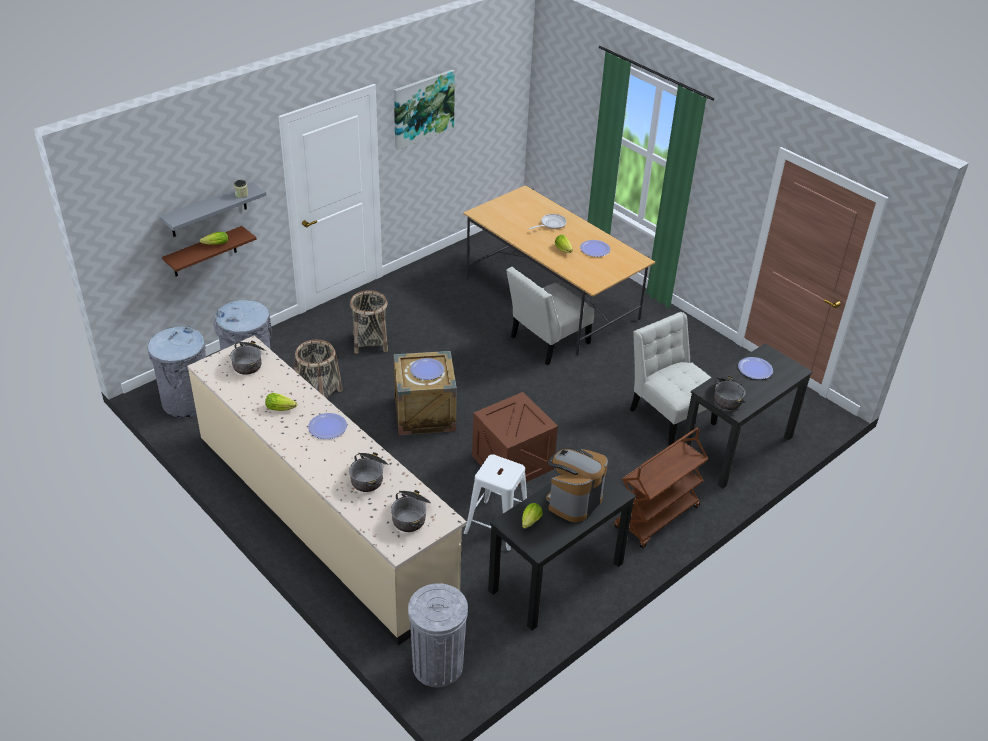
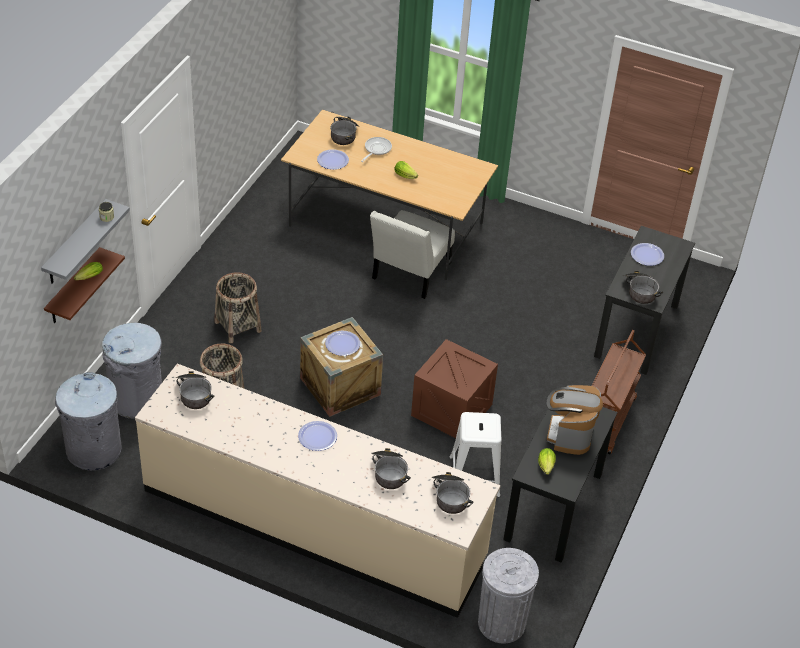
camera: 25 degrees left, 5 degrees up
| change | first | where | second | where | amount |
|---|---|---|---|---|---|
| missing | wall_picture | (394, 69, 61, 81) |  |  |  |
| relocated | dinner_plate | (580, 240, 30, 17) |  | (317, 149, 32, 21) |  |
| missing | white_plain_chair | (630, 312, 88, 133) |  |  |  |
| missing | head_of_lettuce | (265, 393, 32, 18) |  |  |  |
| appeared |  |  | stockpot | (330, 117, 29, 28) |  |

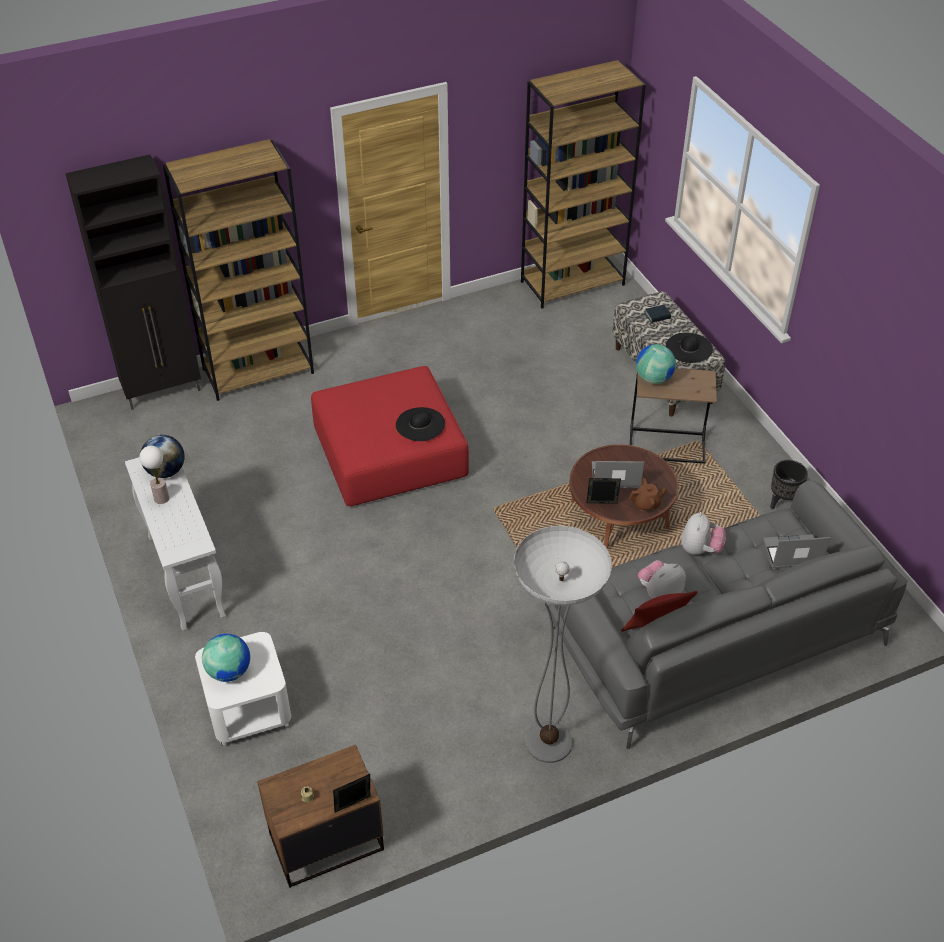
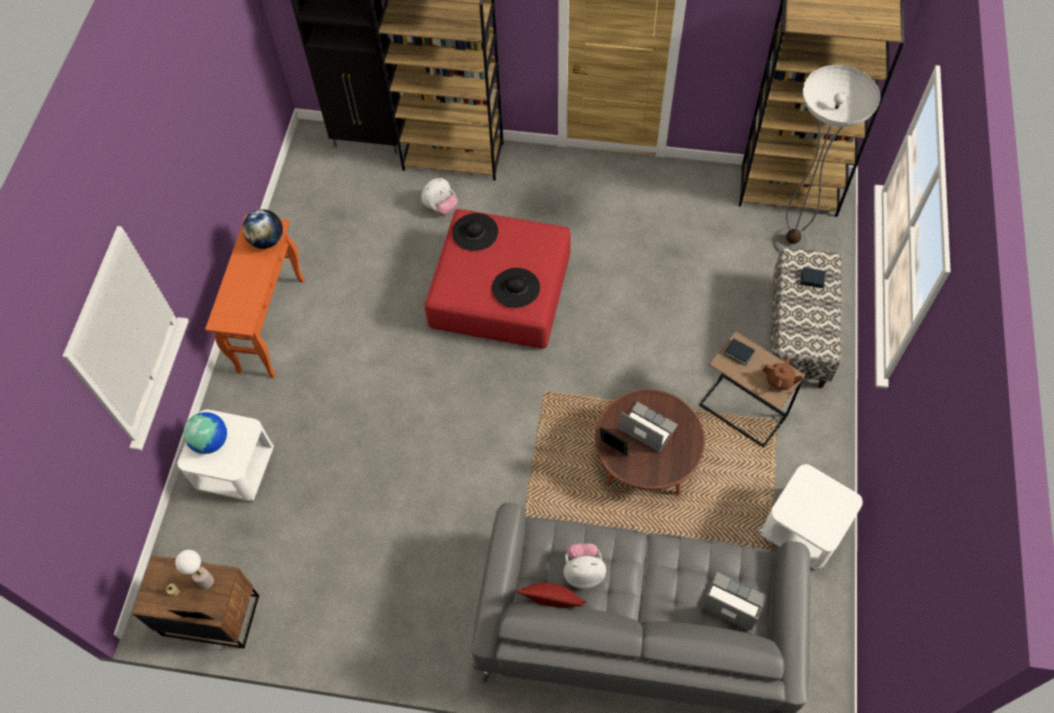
camera: 35 degrees right, 15 degrees up
| change | first | where | second | where | amount |
|---|---|---|---|---|---|
| relocated | black-coloured_clothing_hat | (666, 332, 47, 31) |  | (452, 213, 46, 38) |  |
| exchanged | globe | (636, 344, 40, 40) | volume | (724, 339, 31, 27) |  |
| relocated | table_lamp | (139, 446, 30, 58) |  | (175, 550, 39, 39) |  |
| colour | white_narrow_table | (125, 457, 101, 174) | orange-coloured_narrow_table | (205, 215, 100, 163) |  |
| exchanged | black-coloured_planter | (770, 460, 38, 49) | white_end_table | (759, 464, 104, 106) |  |
| relocated | brownish_pot_for_tea | (629, 478, 39, 33) |  | (763, 357, 40, 33) |  |
| relocated | soft_toy | (681, 512, 45, 43) |  | (421, 178, 37, 36) |  |
| relocated | floor_lamp | (514, 526, 98, 237) |  | (773, 65, 107, 188) |  |

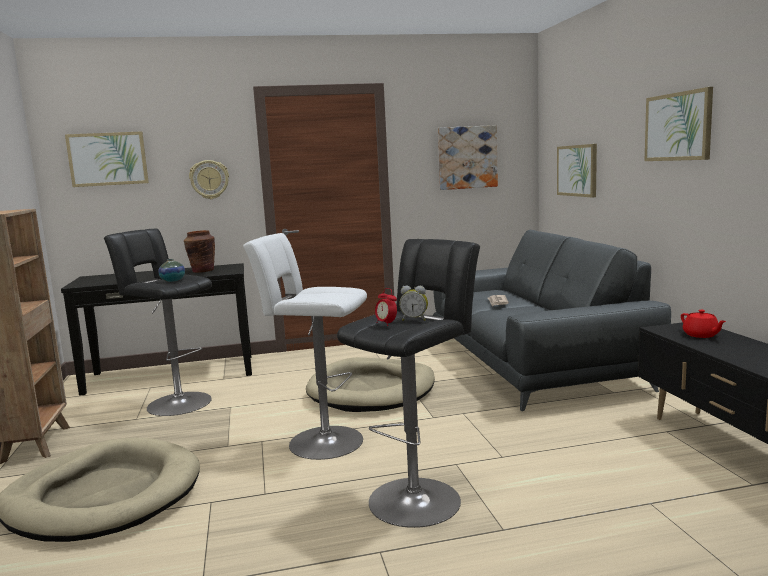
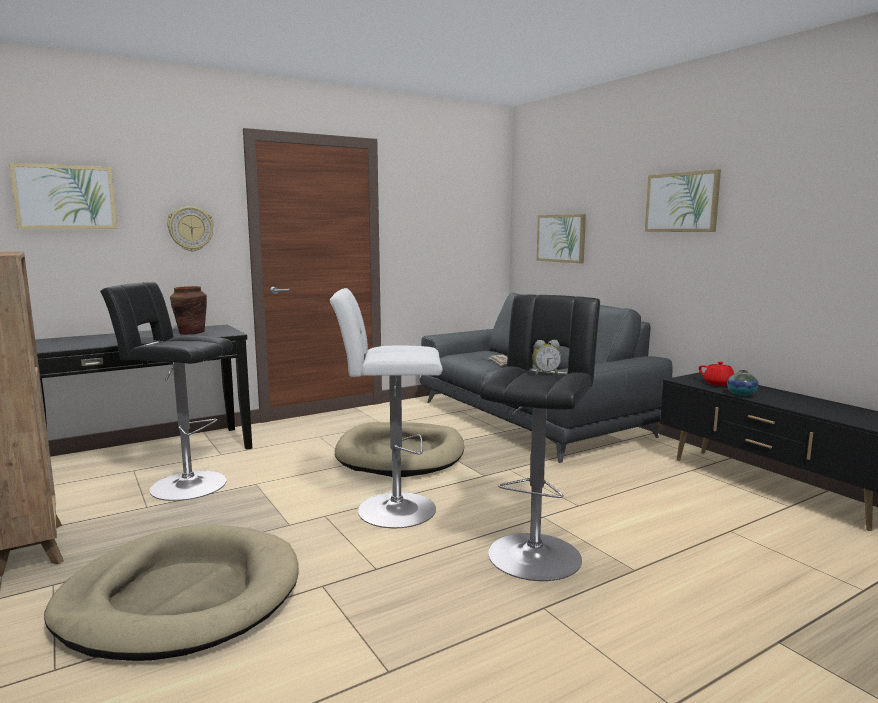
camera: 20 degrees left, 0 degrees up
| change | first | where | second | where | amount |
|---|---|---|---|---|---|
| missing | wall_picture | (438, 125, 60, 65) |  |  |  |
| relocated | flower_vase | (158, 259, 27, 23) |  | (727, 370, 31, 26) |  |
| missing | bedside_clock | (375, 288, 22, 38) |  |  |  |

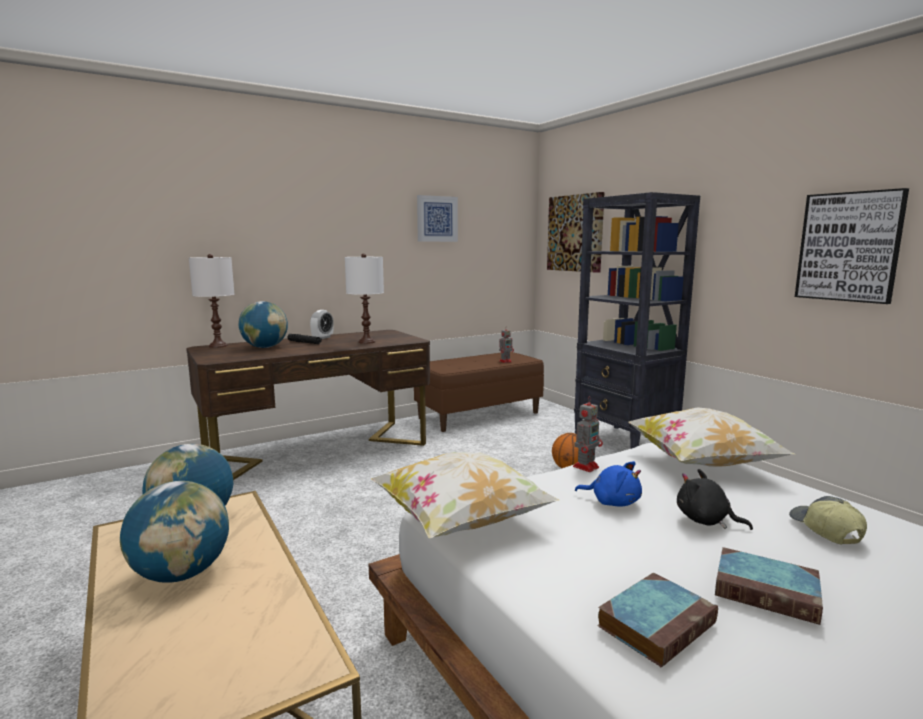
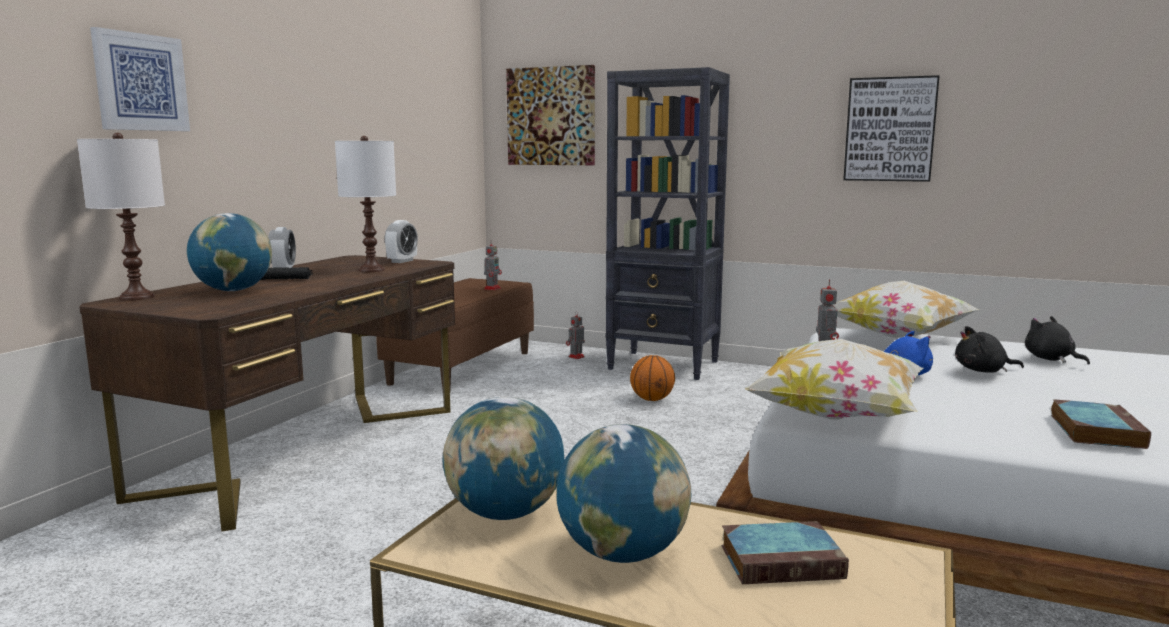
camera: 35 degrees left, 0 degrees up
| change | first | where | second | where | amount |
|---|---|---|---|---|---|
| relocated | wall_picture | (417, 195, 41, 47) |  | (90, 27, 100, 104) |  |
| exchanged | cap | (789, 496, 78, 49) | black-coloured_soft_toy | (1025, 316, 65, 49) |  |
| relocated | volume | (715, 547, 108, 78) |  | (721, 521, 128, 63) |  |
| appeared |  |  | bedside_clock | (385, 220, 33, 43) |  |
| appeared |  |  | model_robot | (566, 311, 19, 48) |  |

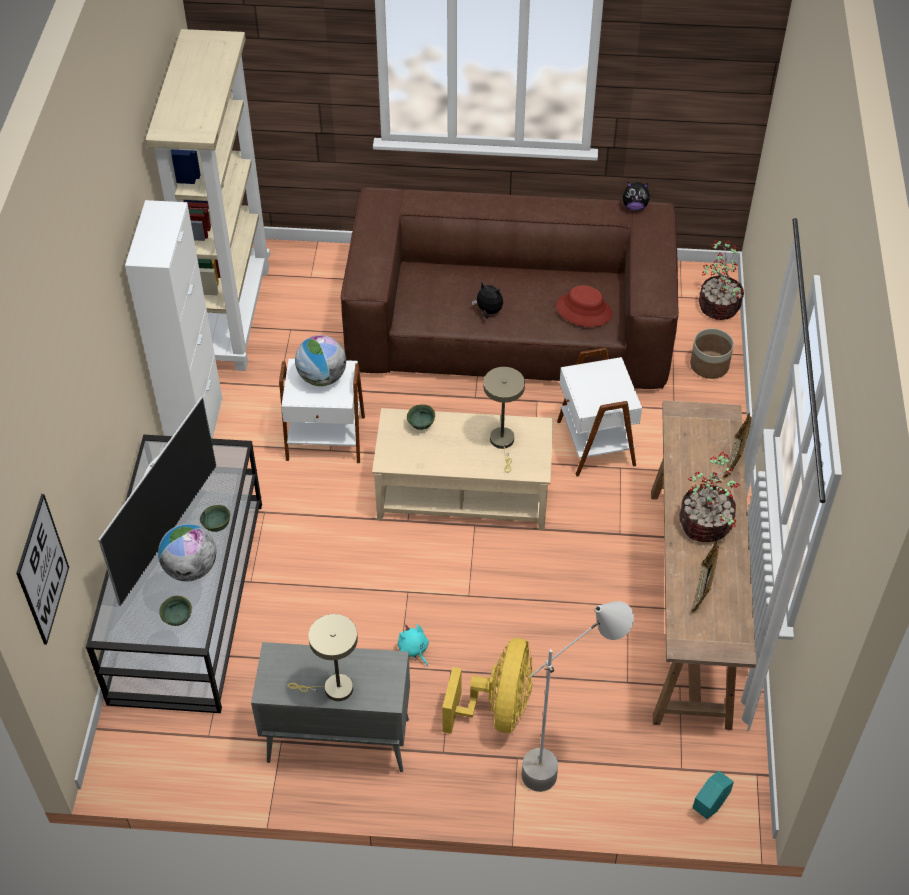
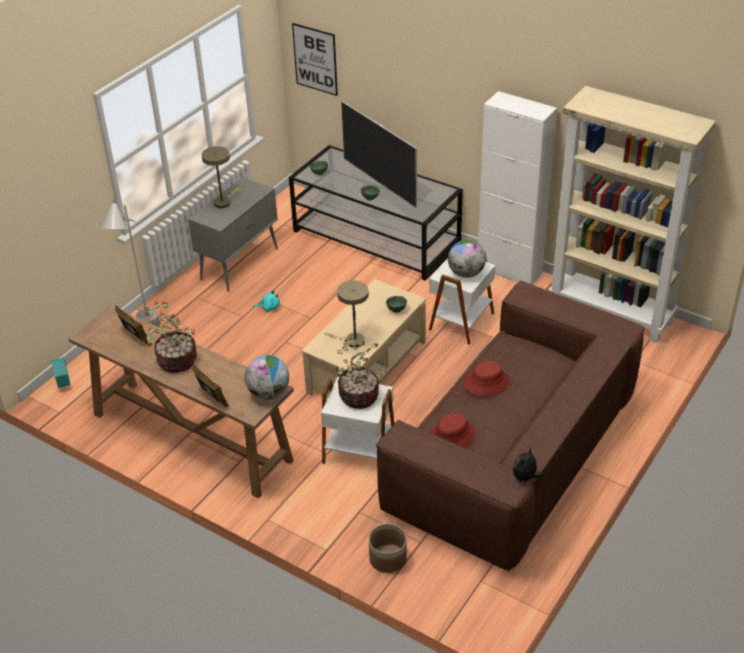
camera: 120 degrees right, 10 degrees down
| change | first | where | second | where | amount |
|---|---|---|---|---|---|
| relocated | potted_plant | (699, 240, 45, 80) |  | (336, 337, 52, 72) |  |
| exchanged | soft_toy | (472, 283, 31, 36) | red_clothing_hat | (464, 361, 46, 36) |  |
| relocated | globe | (158, 524, 58, 57) |  | (245, 355, 44, 44) |  |
| missing | yellow_electric_fan | (442, 638, 91, 96) |  |  |  |

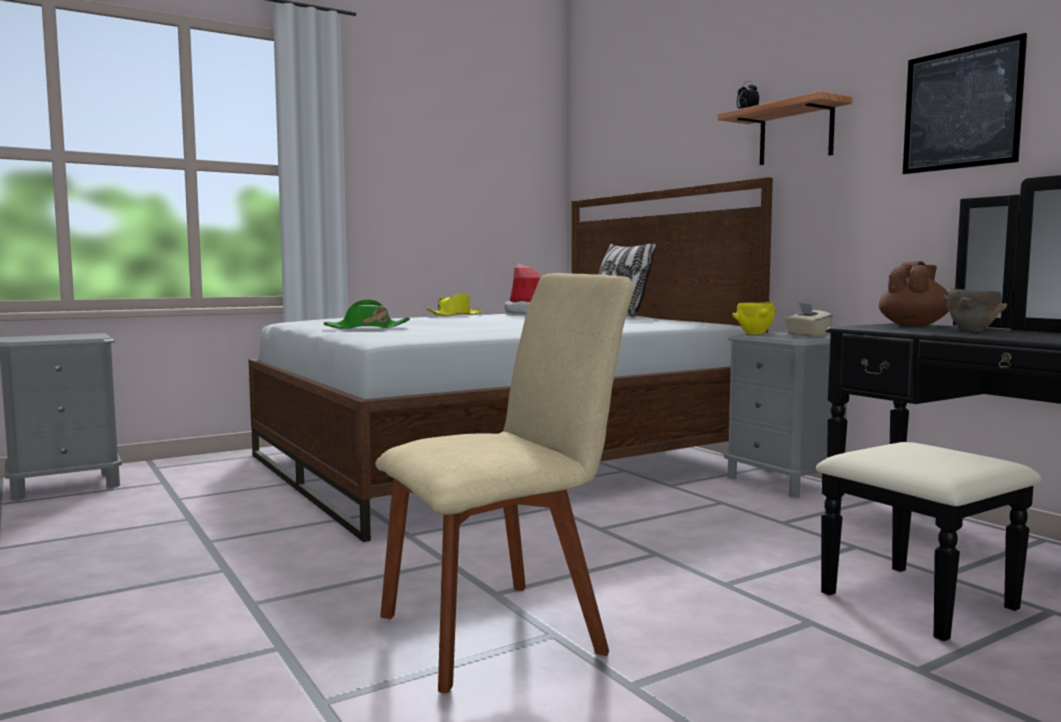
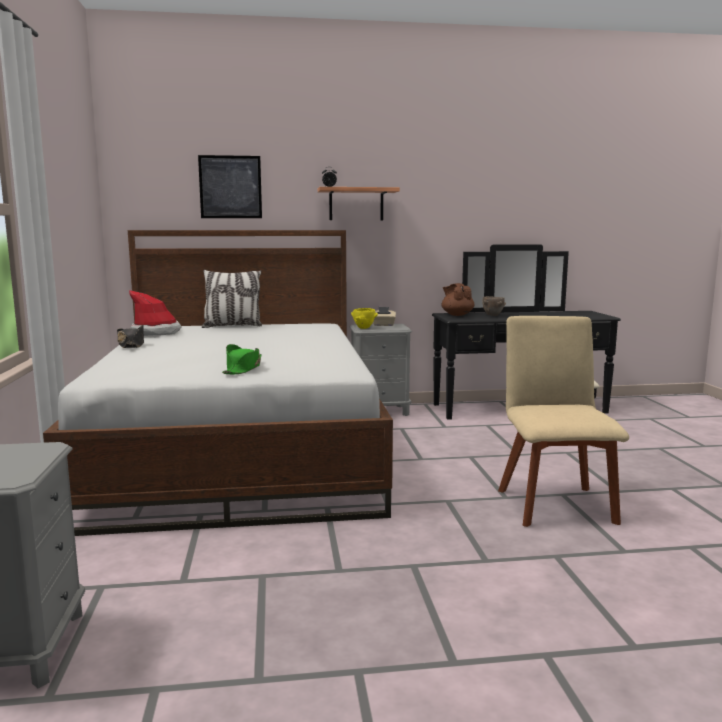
camera: 65 degrees left, 5 degrees up
| change | first | where | second | where | amount |
|---|---|---|---|---|---|
| relocated | wall_picture | (903, 33, 124, 141) |  | (198, 155, 64, 63) |  |
| colour | yellow_clothing_hat | (426, 294, 56, 22) | black-coloured_clothing_hat | (117, 325, 27, 23) |  |

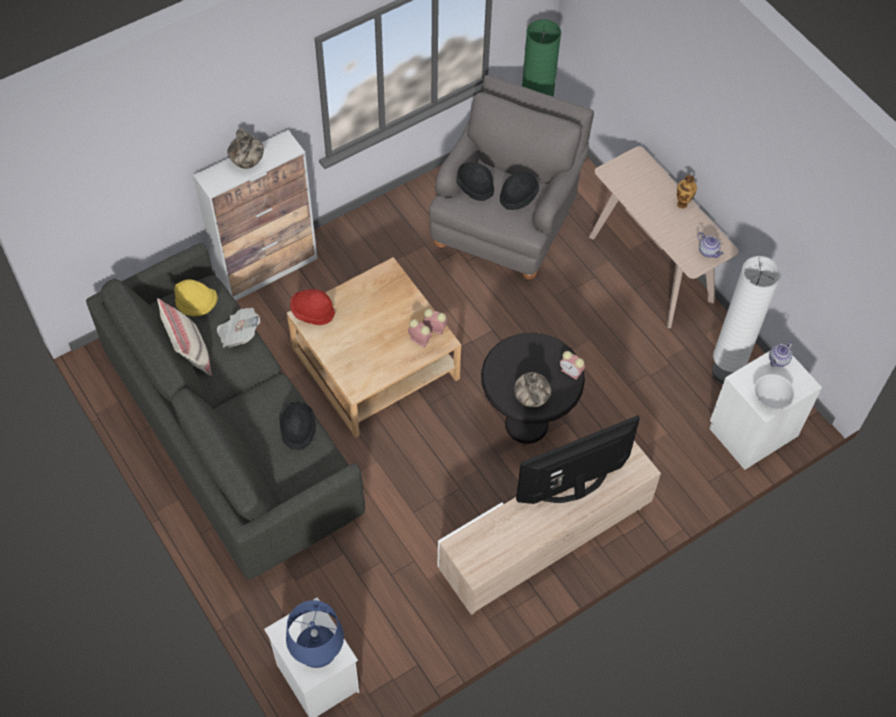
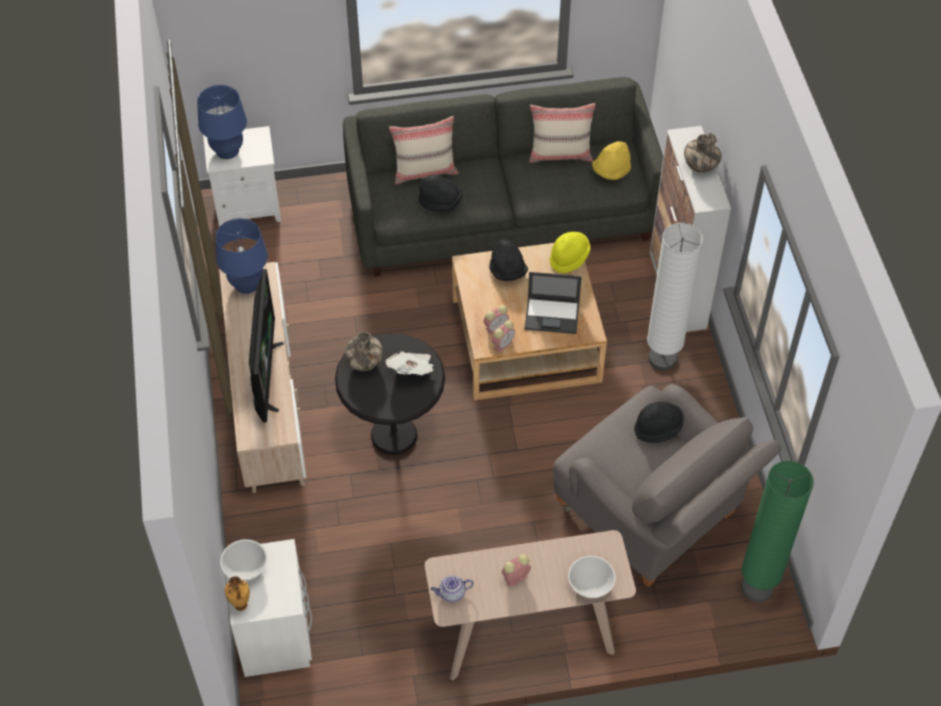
camera: 115 degrees right, 5 degrees down
| change | first | where | second | where | amount |
|---|---|---|---|---|---|
| relocated | black-coloured_clothing_hat | (500, 172, 39, 38) |  | (489, 239, 39, 42) |  |
| relocated | flower_vase | (677, 175, 20, 34) |  | (225, 576, 25, 35) |  |
| relocated | white_floor_lamp | (712, 256, 69, 127) |  | (647, 223, 56, 147) |  |
| colour | red_clothing_hat | (290, 289, 45, 36) | yellow_clothing_hat | (549, 232, 42, 41) |  |
| relocated | printed_paper | (217, 308, 43, 40) |  | (386, 351, 48, 24) |  |
| missing | pot_for_tea | (769, 341, 24, 26) |  |  |  |
| relocated | bedside_clock | (560, 351, 25, 29) |  | (502, 554, 29, 33) |  |
| appeared |  |  | beige-coloured_throw_pillow | (389, 116, 69, 68) |  |
| appeared |  |  | blue_table_lamp | (216, 218, 52, 76) |  |
| appeared |  |  | notebook_computer | (525, 272, 57, 62) |  |
| appeared |  |  | white_bowl | (568, 556, 48, 42) |  |

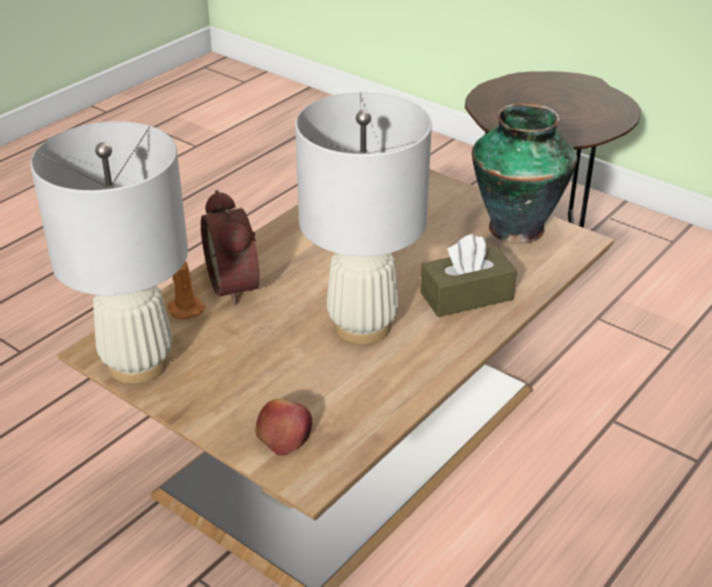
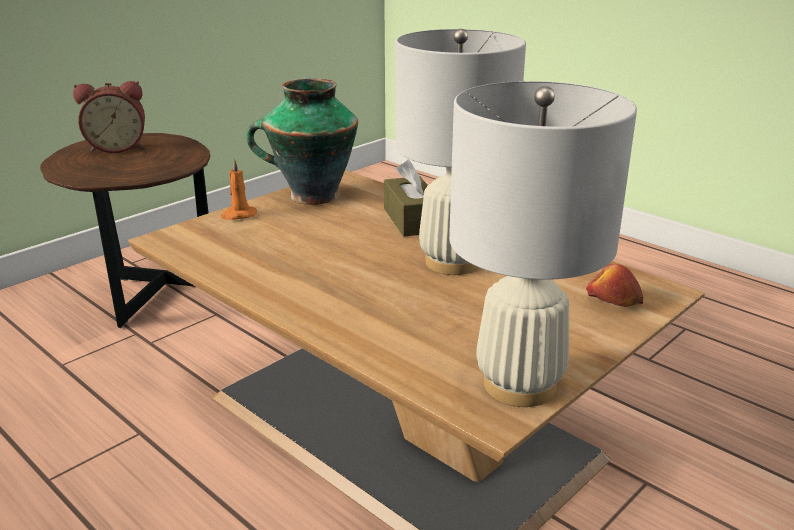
camera: 85 degrees left, 10 degrees down
| change | first | where | second | where | amount |
|---|---|---|---|---|---|
| relocated | bedside_clock | (201, 190, 59, 116) |  | (73, 81, 72, 72) |  |
| relocated | orange-coloured_wax_candle | (168, 261, 37, 59) |  | (220, 159, 37, 61) |  |

